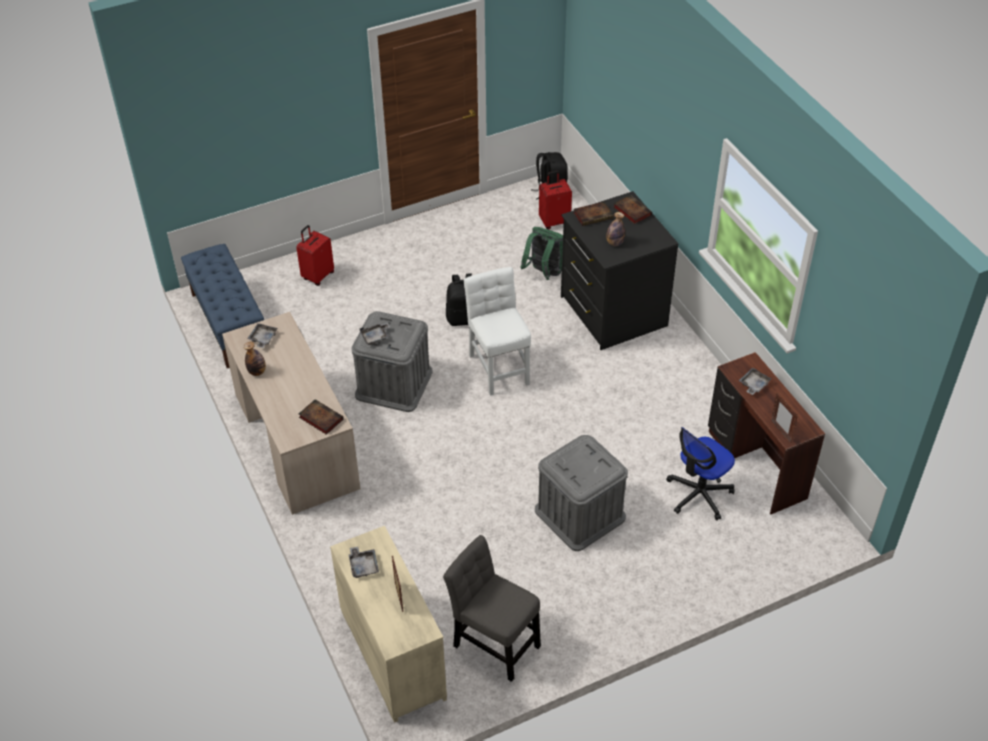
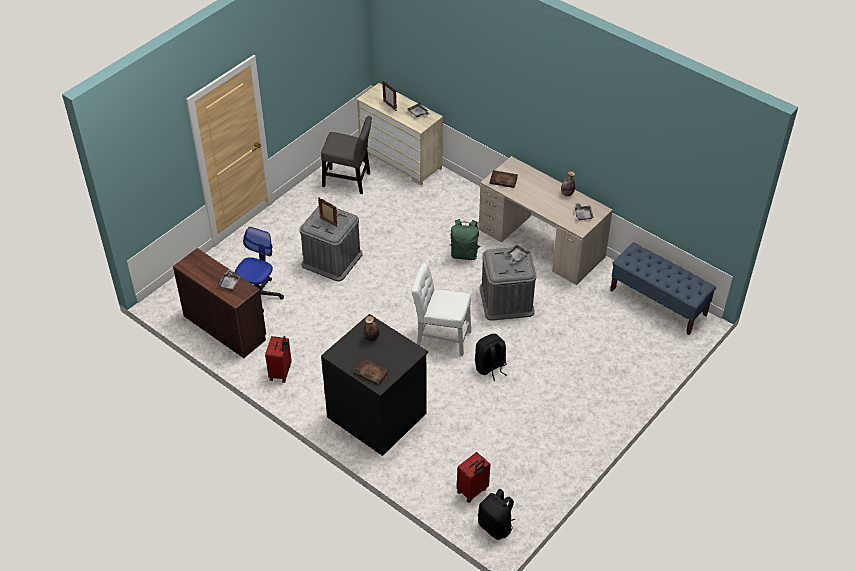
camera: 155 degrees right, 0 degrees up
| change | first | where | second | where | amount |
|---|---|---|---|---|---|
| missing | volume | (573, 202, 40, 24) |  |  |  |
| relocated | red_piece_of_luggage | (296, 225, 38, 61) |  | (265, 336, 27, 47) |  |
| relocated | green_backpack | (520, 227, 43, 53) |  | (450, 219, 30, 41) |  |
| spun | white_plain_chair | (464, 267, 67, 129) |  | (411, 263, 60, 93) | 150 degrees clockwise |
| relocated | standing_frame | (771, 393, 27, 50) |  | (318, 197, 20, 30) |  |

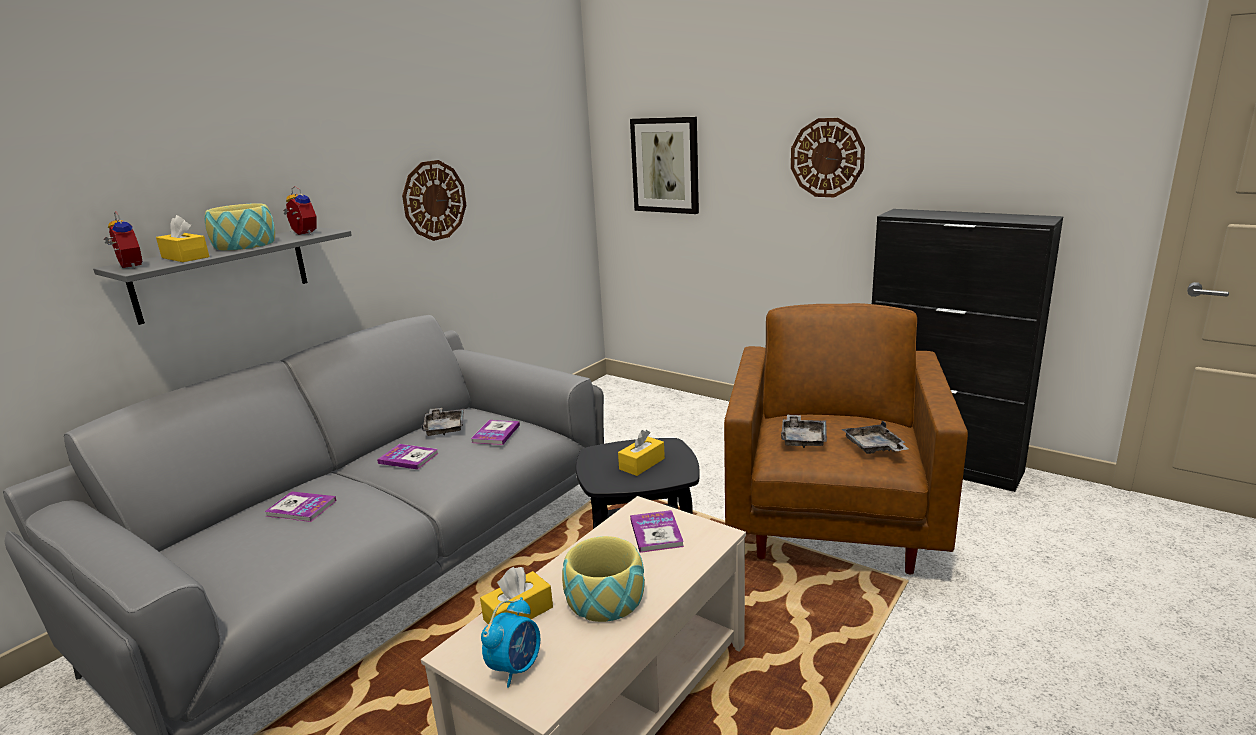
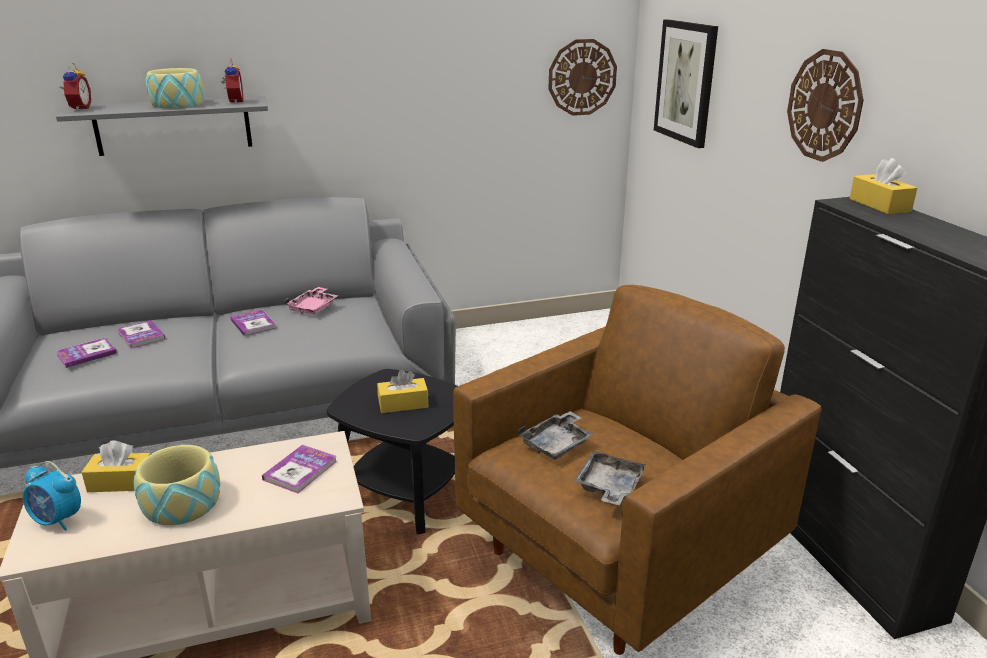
camera: 35 degrees right, 5 degrees up
| change | first | where | second | where | amount |
|---|---|---|---|---|---|
| relocated | wall_clock | (402, 160, 64, 81) |  | (548, 39, 69, 77) |  |
| relocated | yellow_tissue_holder | (156, 215, 54, 47) |  | (850, 158, 67, 56) |  |
| colour | grey_tray | (421, 407, 43, 29) | pink-coloured_tray | (284, 287, 55, 27) |  |
| relocated | volume | (471, 420, 49, 25) |  | (56, 337, 61, 31) |  |
| spun | bedside_clock | (481, 597, 59, 91) |  | (23, 461, 58, 70) | 45 degrees clockwise |

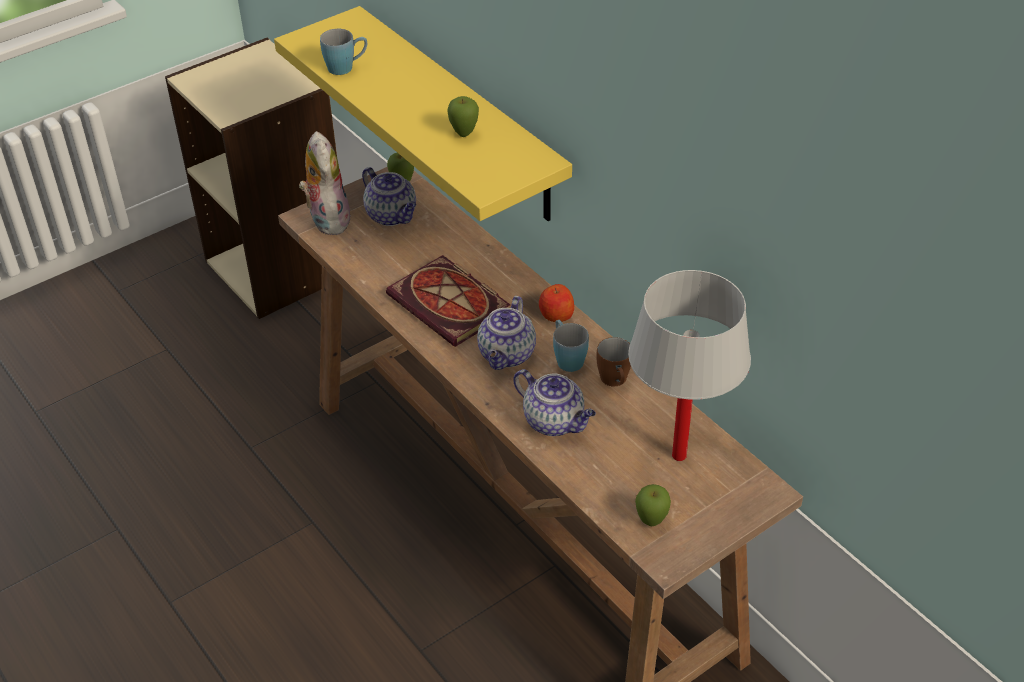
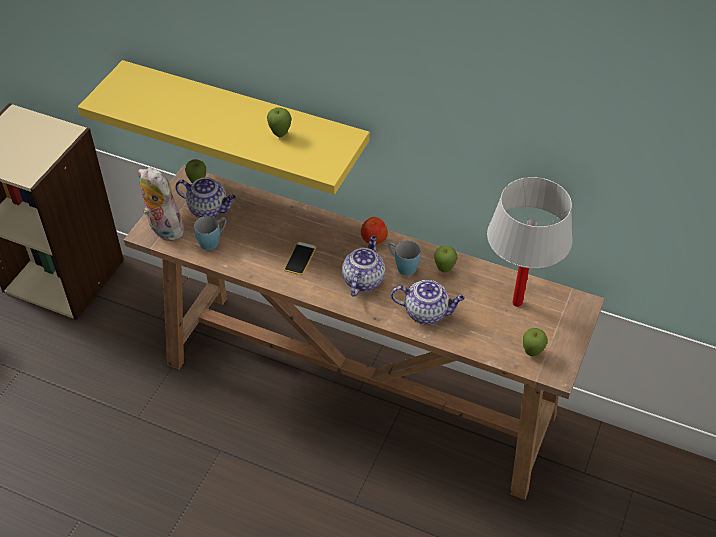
camera: 30 degrees left, 5 degrees up
| change | first | where | second | where | amount |
|---|---|---|---|---|---|
| relocated | blue_mug | (320, 29, 47, 46) |  | (194, 216, 32, 34) |  |
| exchanged | volume | (386, 255, 124, 92) | handset | (284, 242, 32, 33) |  |
| spun | pot_for_tea | (477, 296, 59, 74) |  | (342, 235, 43, 62) | 150 degrees counterclockwise |
| exchanged | brownish_mug | (597, 337, 34, 49) | apple_fruit | (434, 246, 23, 27) |  |

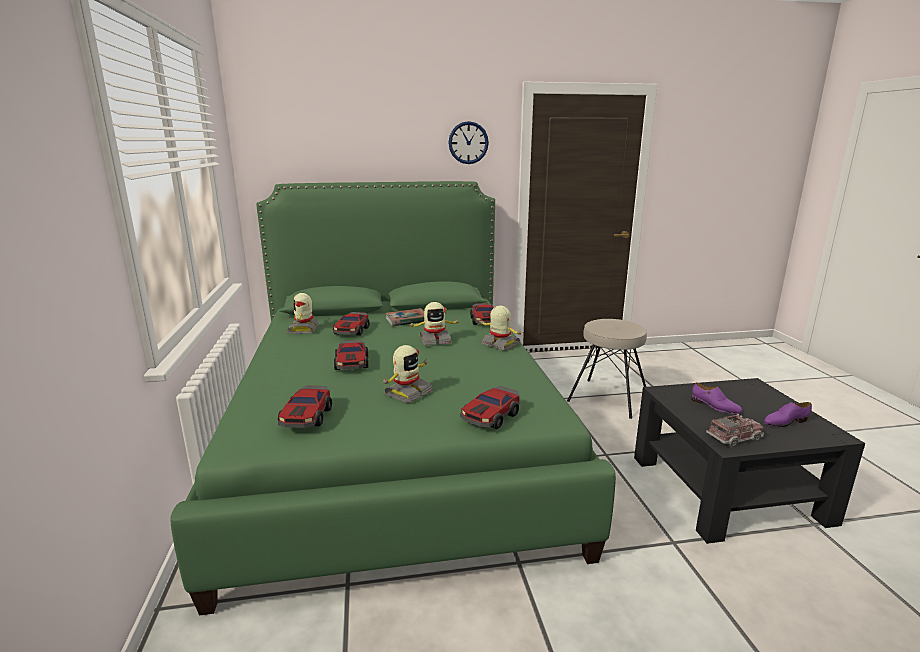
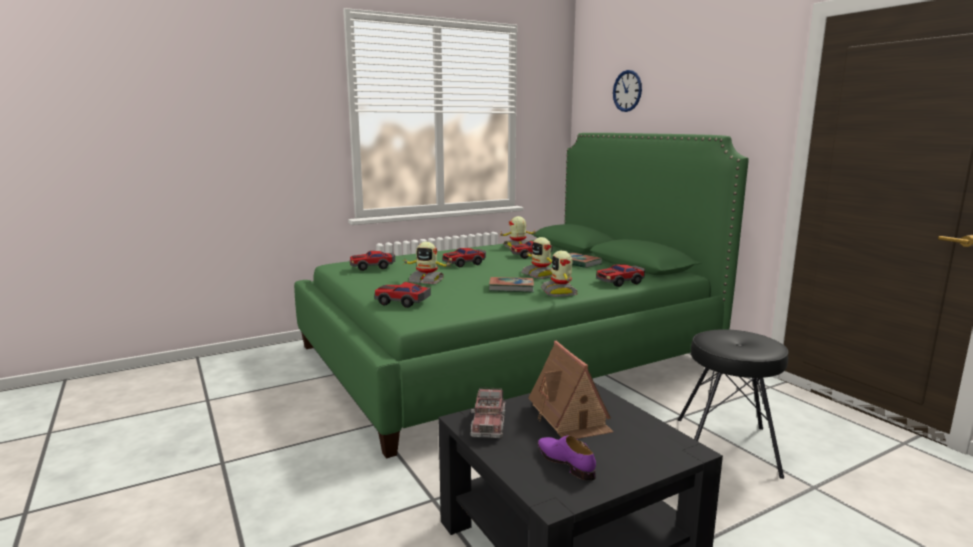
camera: 70 degrees right, 5 degrees down
| change | first | where | second | where | amount |
|---|---|---|---|---|---|
| relocated | wall_clock | (449, 121, 40, 43) |  | (613, 70, 29, 42) |  |
| spun | model_robot | (478, 306, 43, 45) |  | (541, 250, 37, 47) | 150 degrees clockwise |
| colour | beige-coloured_stool | (567, 319, 80, 100) | black-coloured_stool | (678, 329, 111, 150) |  |
| exchanged | purplish_shoe | (691, 382, 51, 32) | model_house | (528, 341, 86, 98) |  |
| spun | toy_truck | (706, 414, 58, 34) |  | (470, 387, 35, 51) | 45 degrees clockwise |
| appeared |  |  | volume | (489, 277, 45, 16) |  |

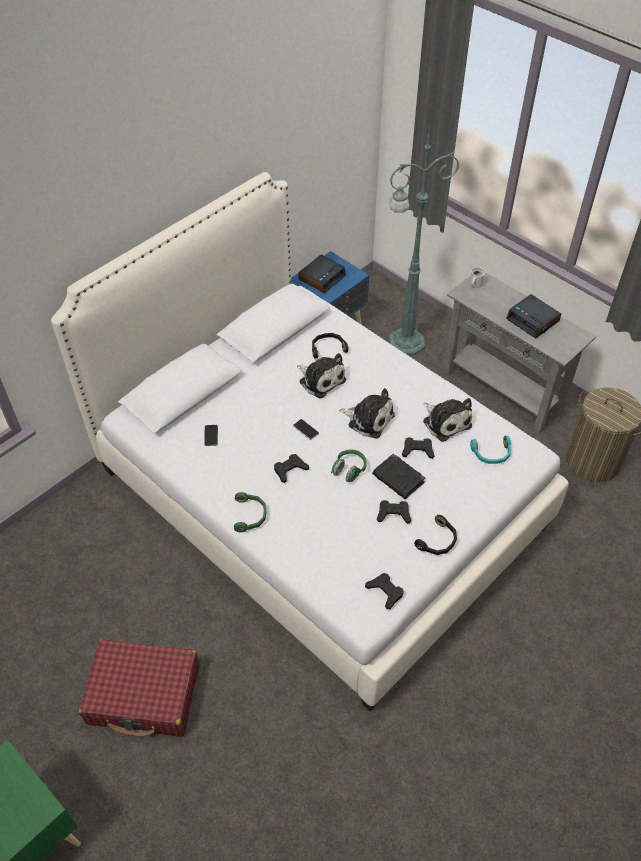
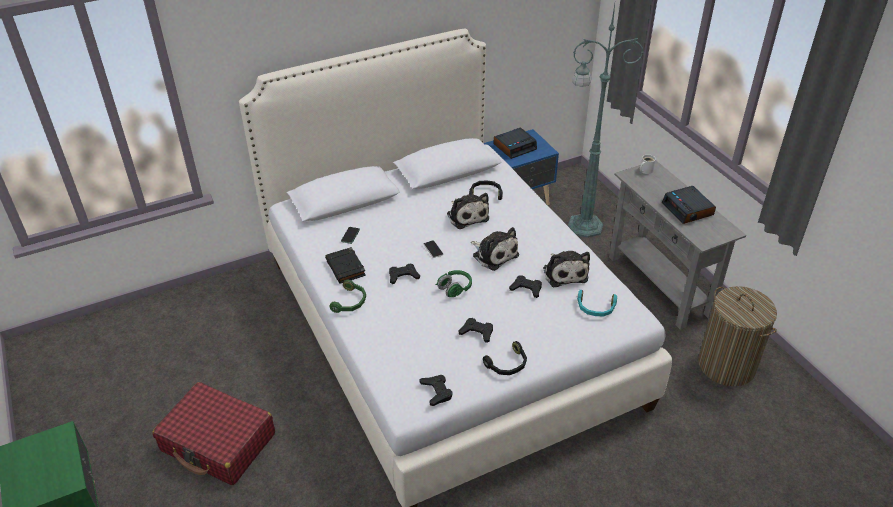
camera: 20 degrees right, 10 degrees down
| change | first | where | second | where | amount |
|---|---|---|---|---|---|
| relocated | black-coloured_volume | (372, 453, 53, 46) |  | (325, 247, 41, 37) |  |

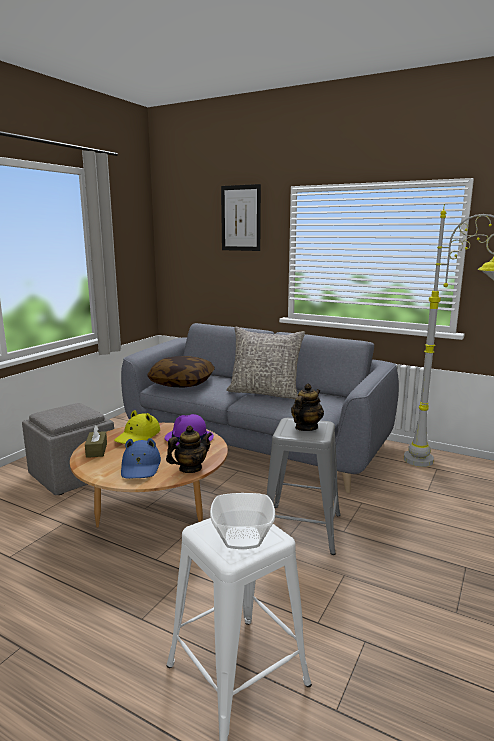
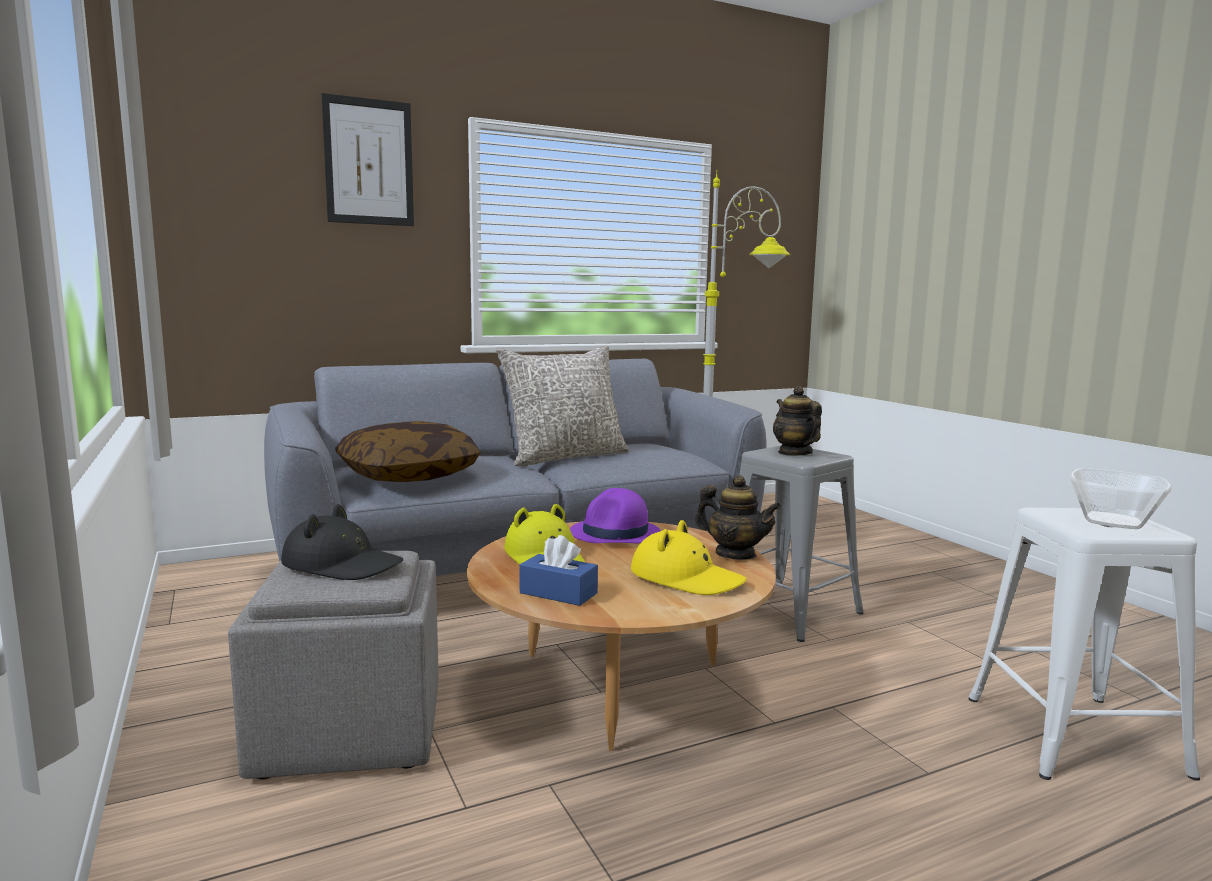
camera: 55 degrees left, 5 degrees down
| change | first | where | second | where | amount |
|---|---|---|---|---|---|
| colour | brownish_tissue_holder | (85, 425, 22, 33) | blue_tissue_holder | (519, 535, 79, 71) |  |
| spun | pot_for_tea | (166, 425, 46, 48) |  | (695, 475, 86, 85) | 120 degrees clockwise |
| colour | blue_clothing_hat | (121, 438, 40, 40) | yellow_clothing_hat | (631, 520, 116, 75) |  |
| appeared |  |  | black-coloured_clothing_hat | (281, 504, 122, 76) |  |

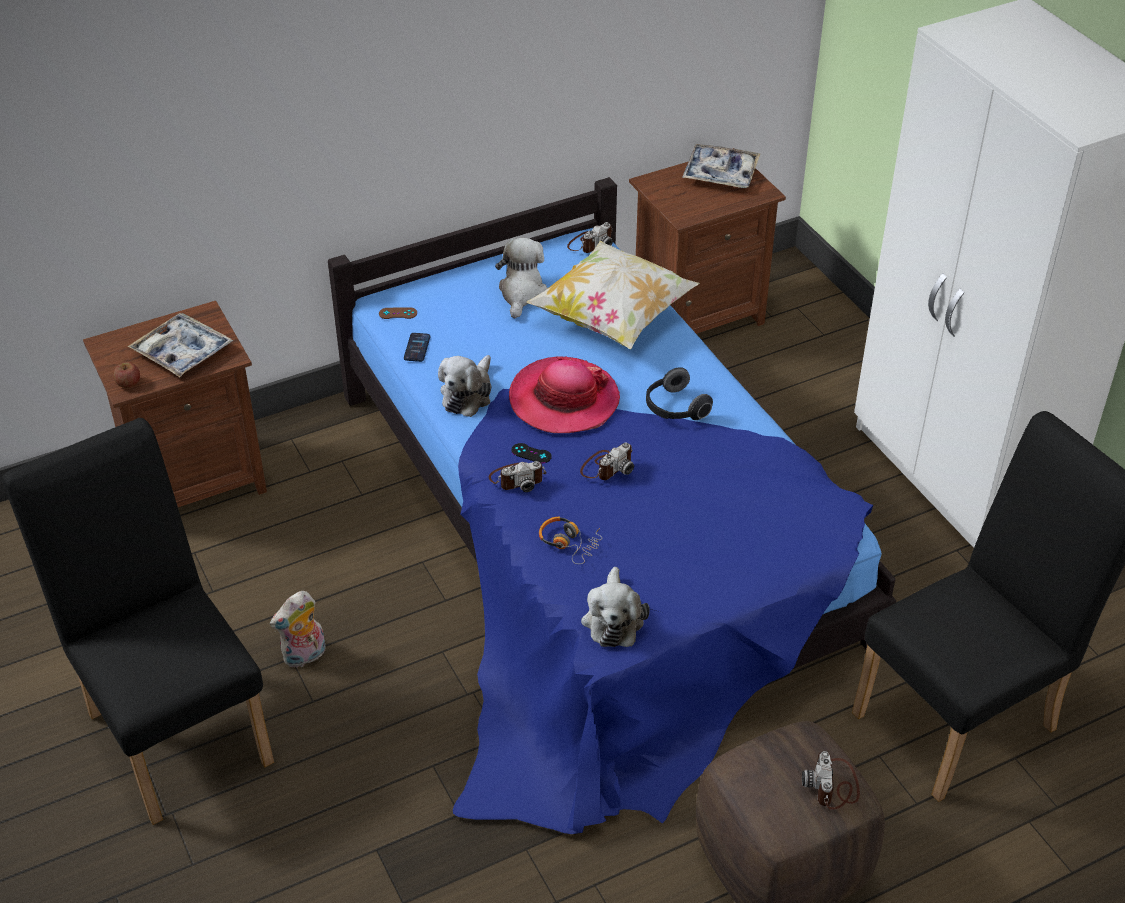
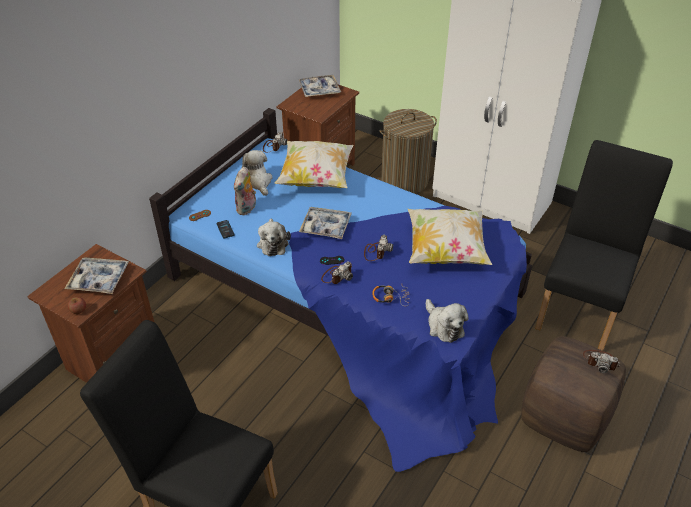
camera: 30 degrees left, 0 degrees up
| change | first | where | second | where | amount |
|---|---|---|---|---|---|
| exchanged | clothing_hat | (509, 357, 111, 76) | tray | (299, 207, 53, 32) |  |
| missing | headset | (646, 367, 67, 53) |  |  |  |
| relocated | soft_toy | (270, 591, 56, 77) |  | (234, 167, 22, 48) |  |
| spun | photo_camera | (802, 751, 58, 59) |  | (583, 350, 37, 23) | 45 degrees counterclockwise |
| appeared |  |  | washing_basket | (379, 109, 58, 85) |  |
| appeared |  |  | throw_pillow | (408, 209, 84, 56) |  |

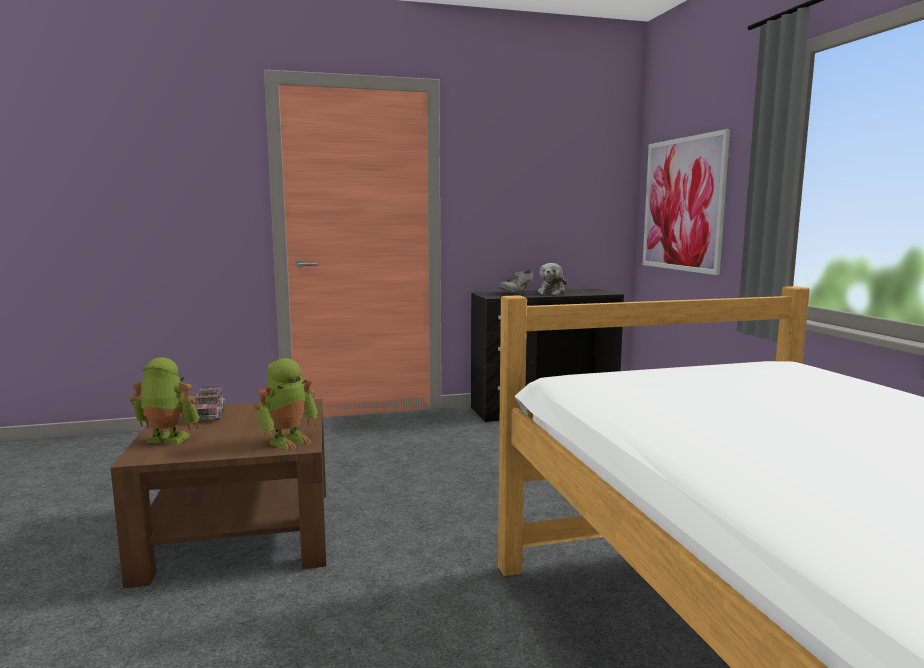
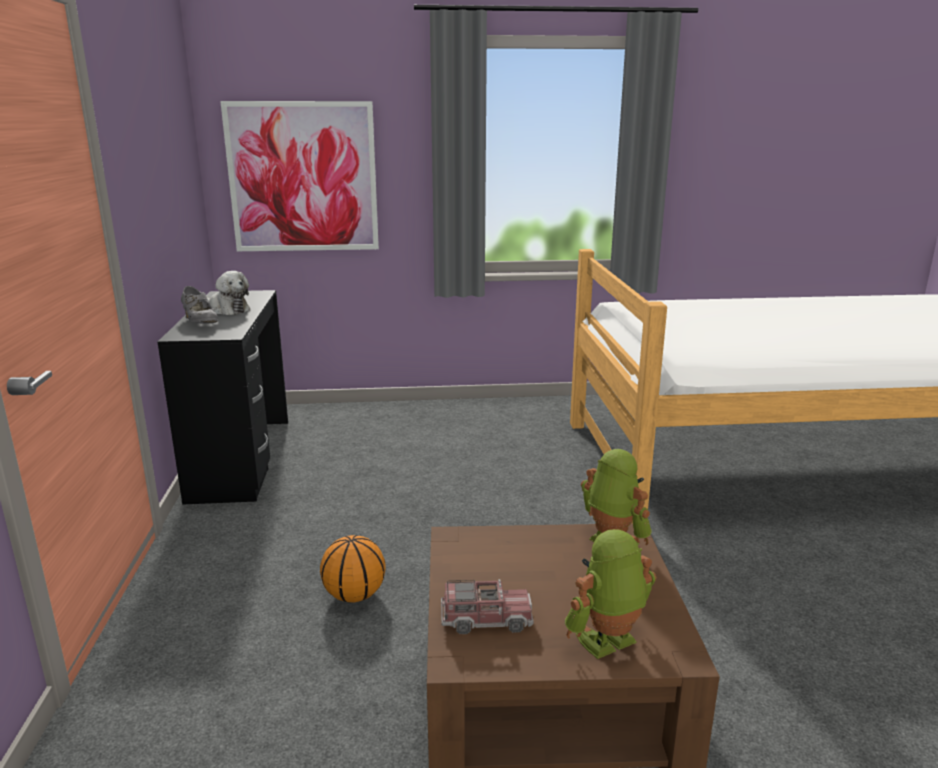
camera: 80 degrees left, 10 degrees up
| change | first | where | second | where | amount |
|---|---|---|---|---|---|
| spun | model_robot | (129, 357, 71, 87) |  | (565, 529, 91, 130) | 45 degrees clockwise |
| appeared |  |  | basketball_ball | (320, 535, 66, 67) |  |

